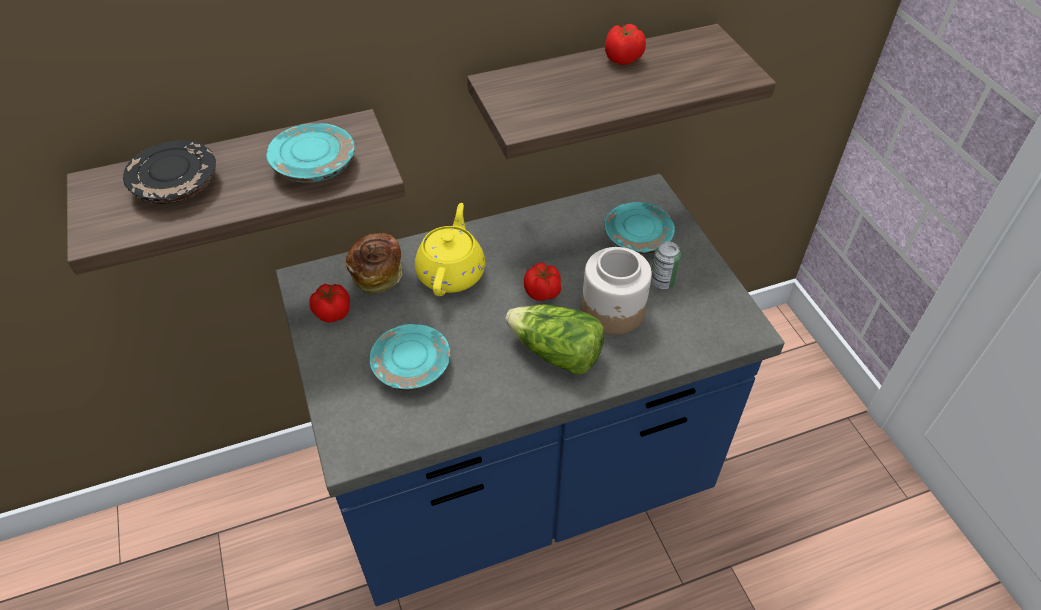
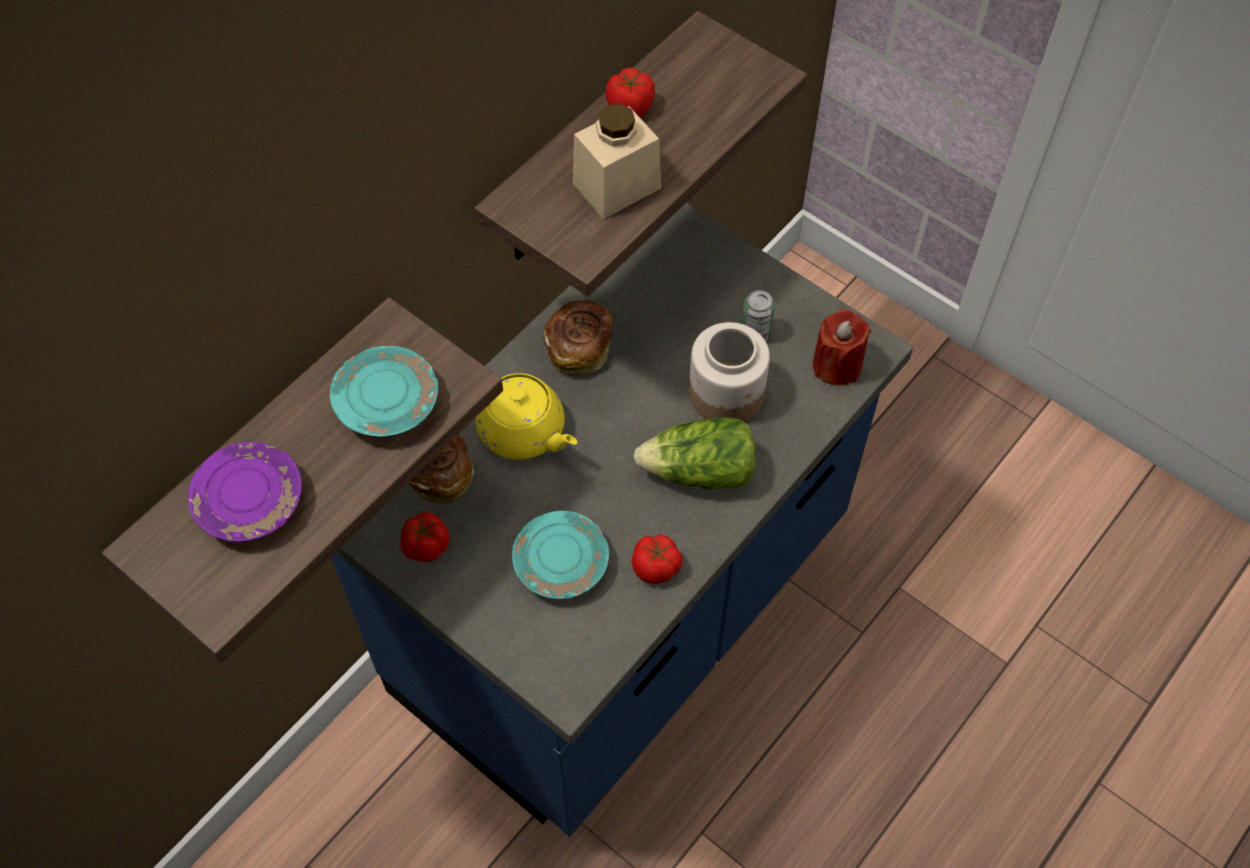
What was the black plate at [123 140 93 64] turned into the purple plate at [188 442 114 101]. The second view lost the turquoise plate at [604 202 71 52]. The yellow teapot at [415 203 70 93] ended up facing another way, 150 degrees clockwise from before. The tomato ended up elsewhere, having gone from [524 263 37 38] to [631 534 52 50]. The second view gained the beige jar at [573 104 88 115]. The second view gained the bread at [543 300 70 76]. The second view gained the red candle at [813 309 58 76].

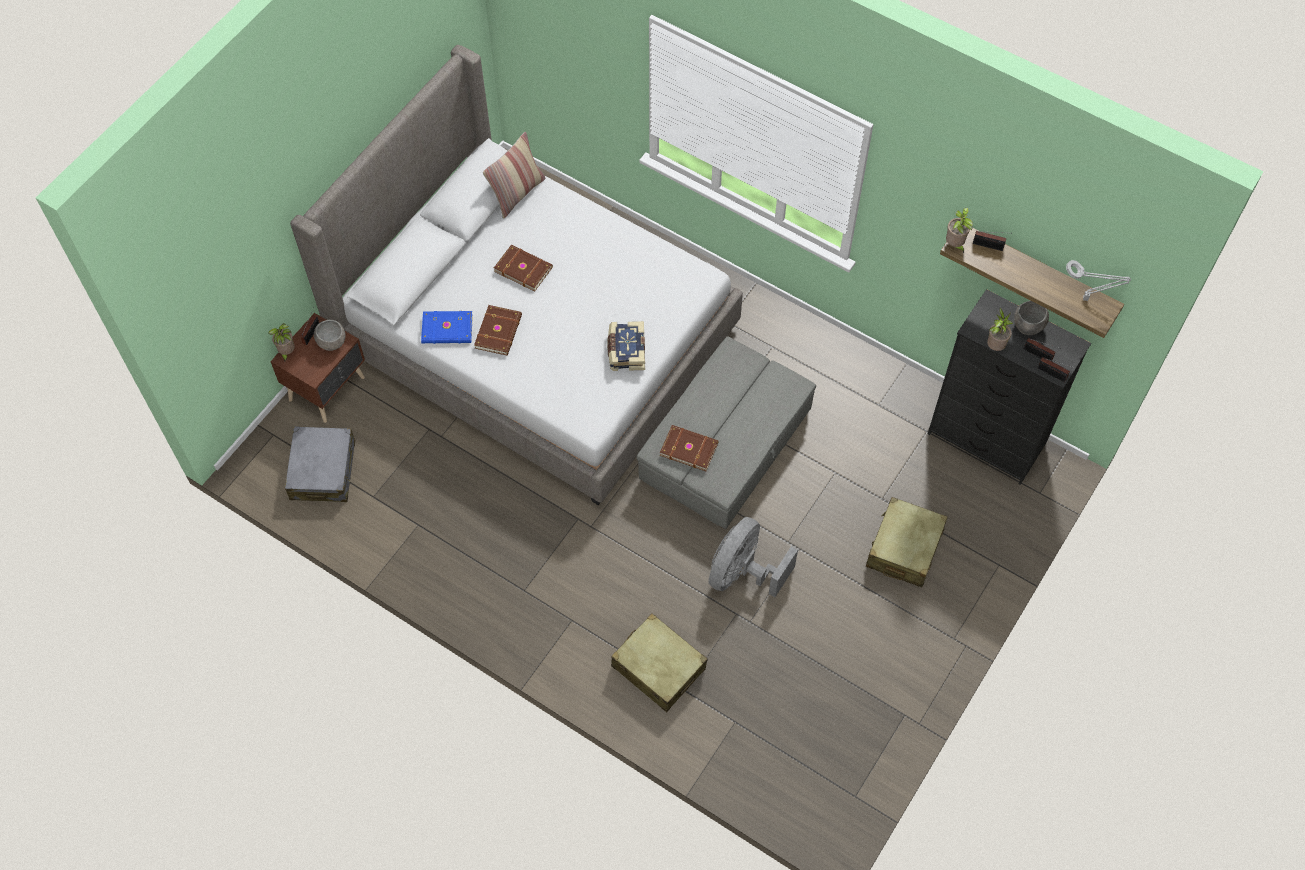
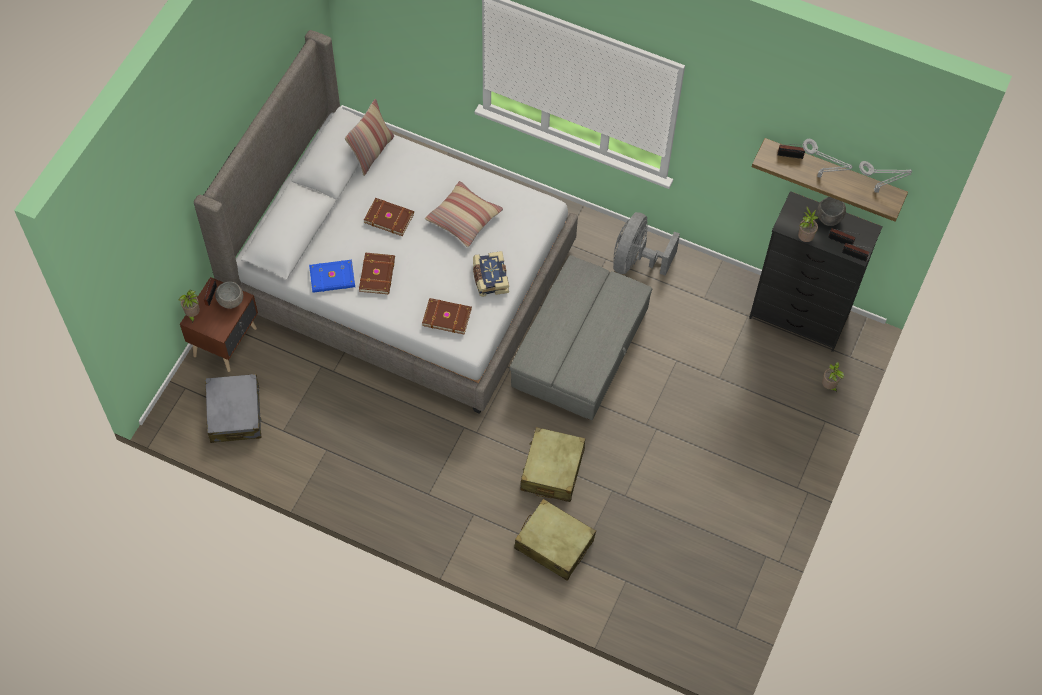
The potted plant ended up elsewhere, having gone from [946 208 27 45] to [822 362 22 30]. The brown book ended up elsewhere, having gone from [660 425 59 46] to [422 298 50 36]. The beige suitcase ended up elsewhere, having gone from [866 497 82 90] to [521 427 64 75]. The grey fan ended up elsewhere, having gone from [708 517 90 80] to [613 212 67 64]. The second view gained the grey table lamp at [803 139 50 39]. The second view gained the pillow at [425 181 78 66].

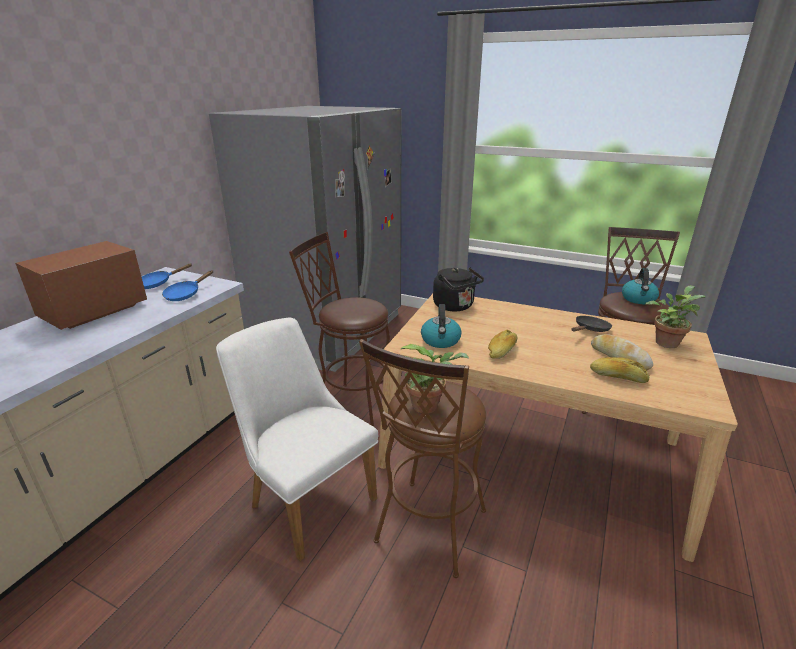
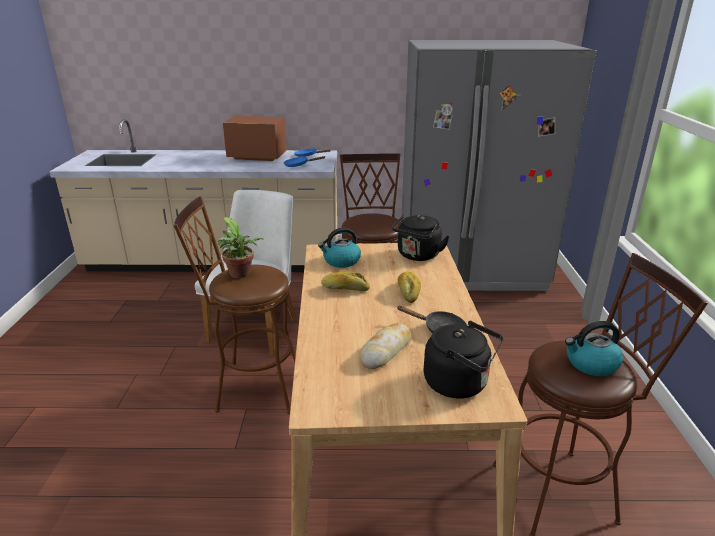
Where the potted plant stood at [646 285 59 63], the black kettle came to stand at [424 321 79 77]. The bread ended up elsewhere, having gone from [590 357 59 26] to [398 271 23 32].

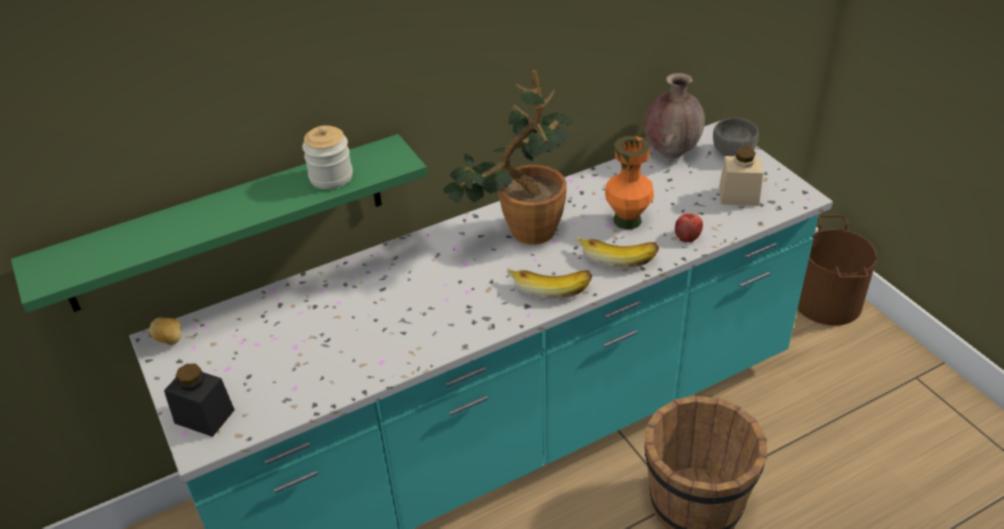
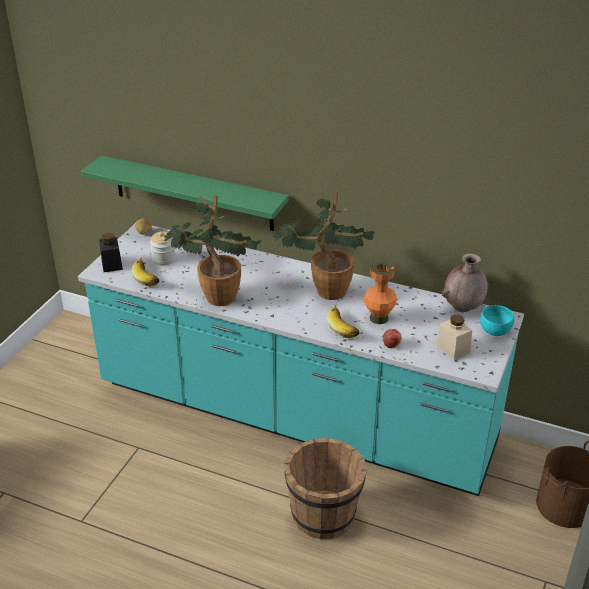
What was the grey bowl at [713 118 46 38] turned into the turquoise bowl at [480 305 34 31]. The jar ended up elsewhere, having gone from [302 125 51 64] to [150 231 26 35]. The banana ended up elsewhere, having gone from [507 268 85 32] to [132 257 28 30]. The second view gained the potted plant at [164 196 97 110].

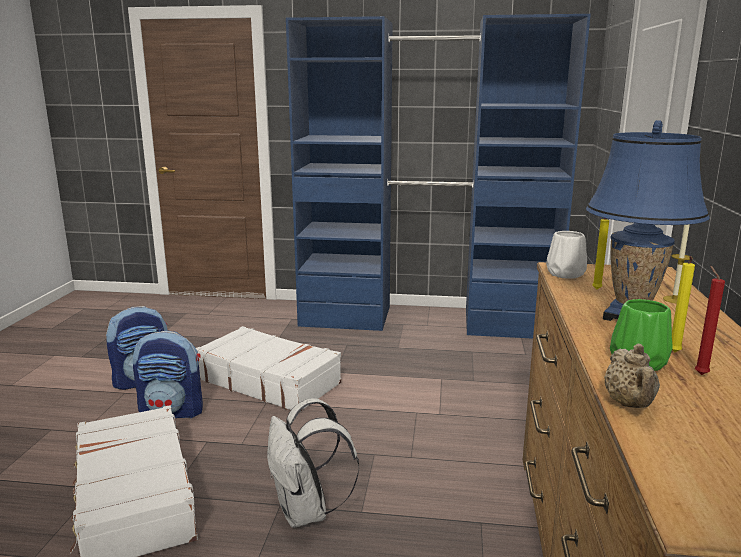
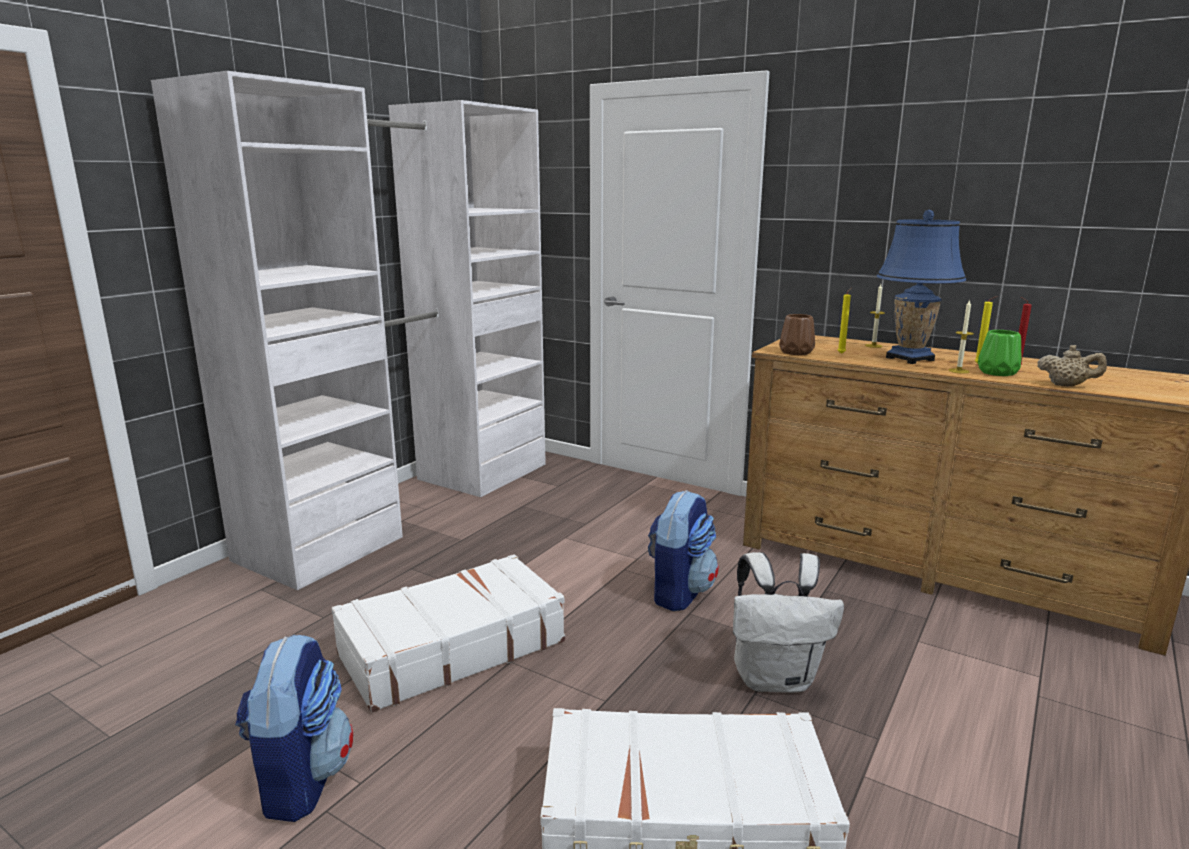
What was the blue wardrobe at [286 14 305 325] turned into the white wardrobe at [151 71 395 519]. What was the white vase at [546 231 41 48] turned into the brown vase at [779 314 36 41]. The backpack ended up elsewhere, having gone from [133 330 70 88] to [648 490 71 121]. The second view gained the candle at [949 300 25 74].

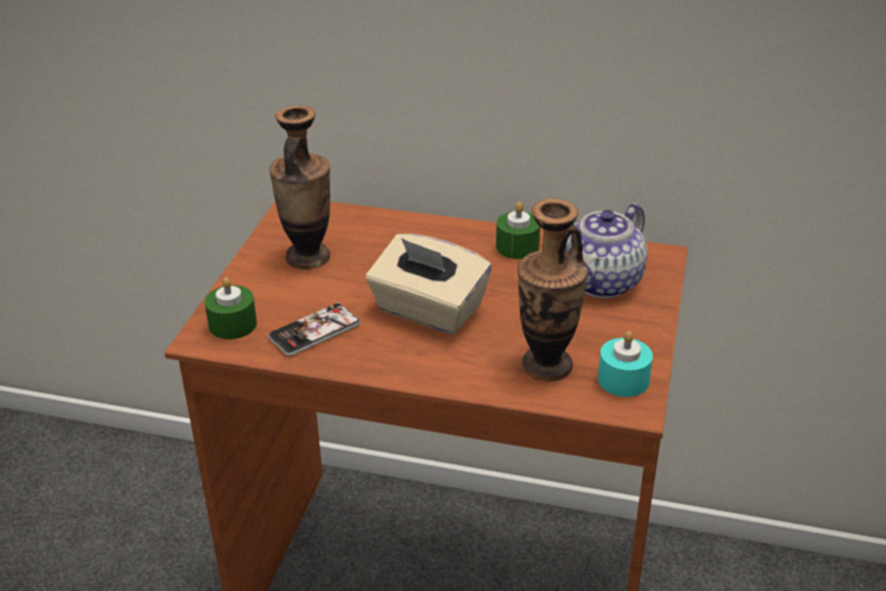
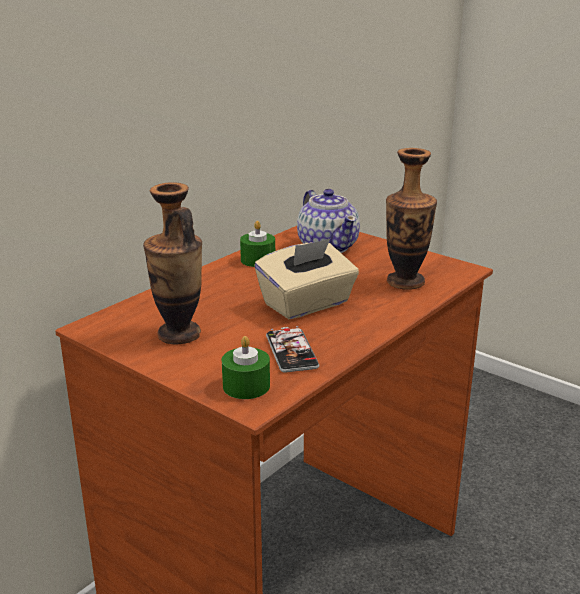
The second view lost the turquoise candle at [598 331 55 66].

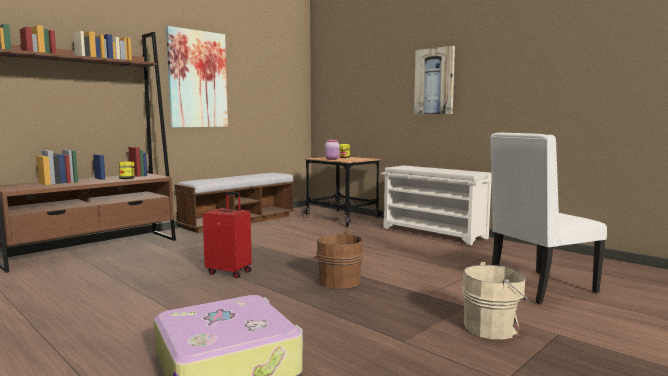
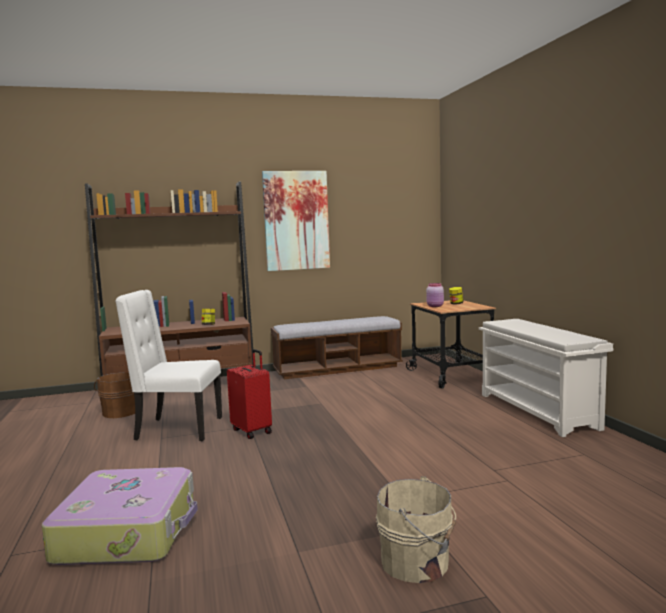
The second view lost the picture at [414 46 41 68]. The white chair ended up elsewhere, having gone from [490 133 117 171] to [115 290 107 151]. The brown bucket ended up elsewhere, having gone from [314 231 49 58] to [94 372 41 46].

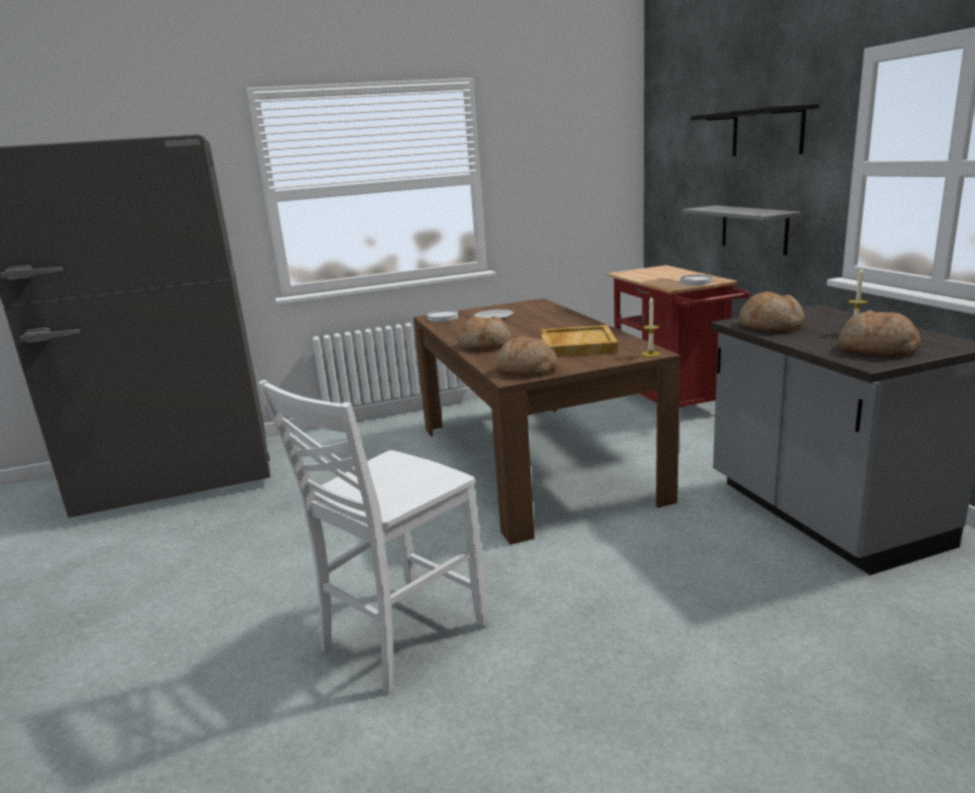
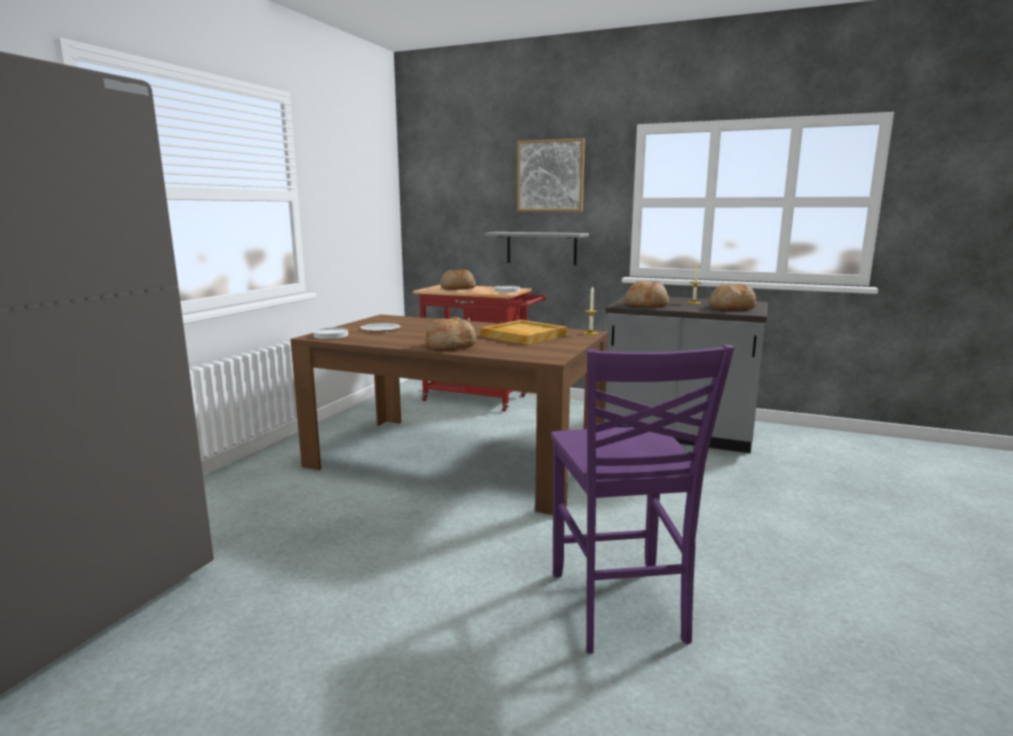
Where the black shelf hung at [690 103 129 53], the picture came to hang at [517 138 68 73]. The bread ended up elsewhere, having gone from [495 336 63 40] to [440 269 36 21]. What was the white chair at [258 380 231 314] turned into the purple chair at [551 345 183 308].

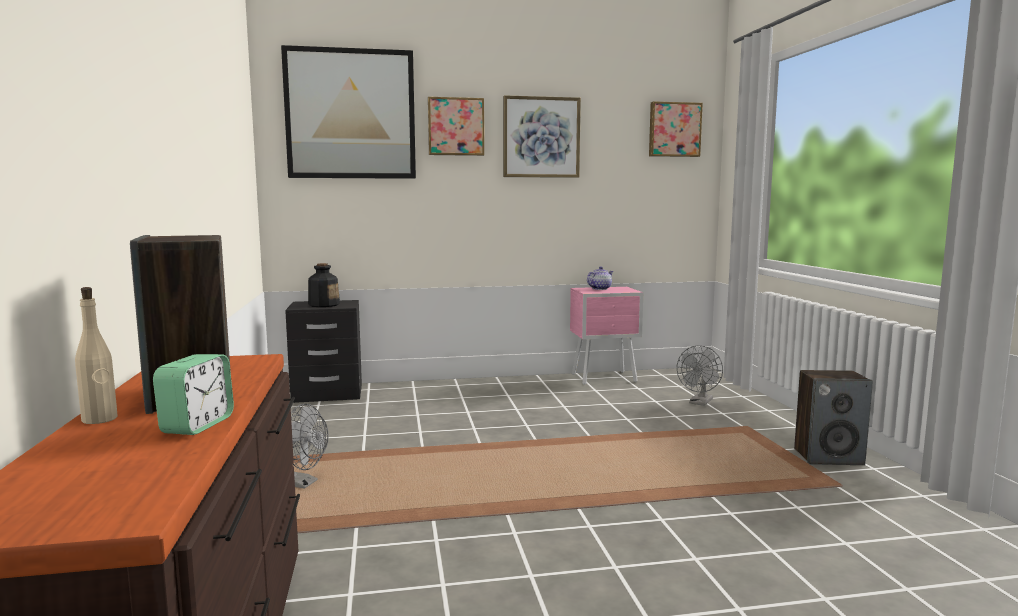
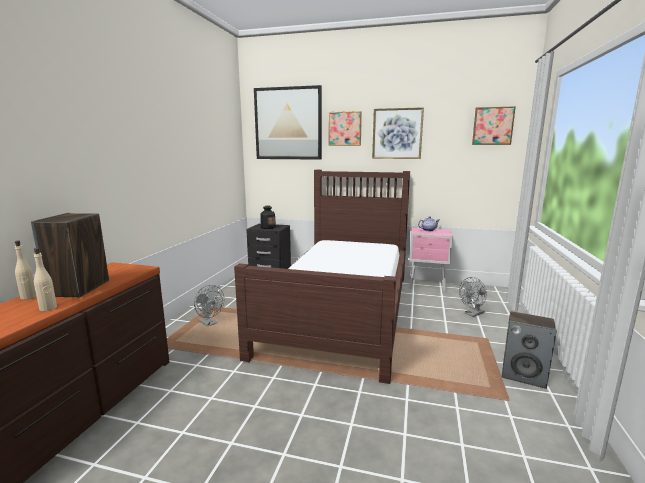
Where the alarm clock stood at [153 354 81 81], the beige bottle came to stand at [34 248 23 63]. The second view gained the brown bed at [234 170 176 214].

